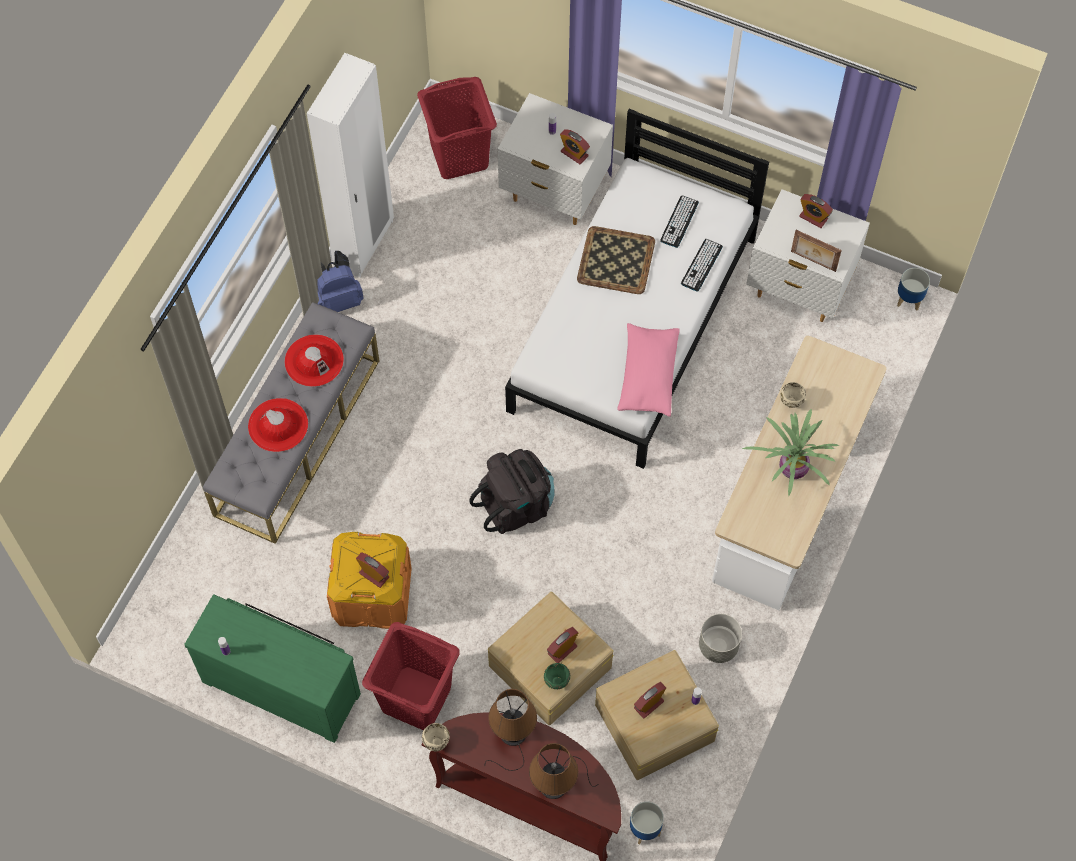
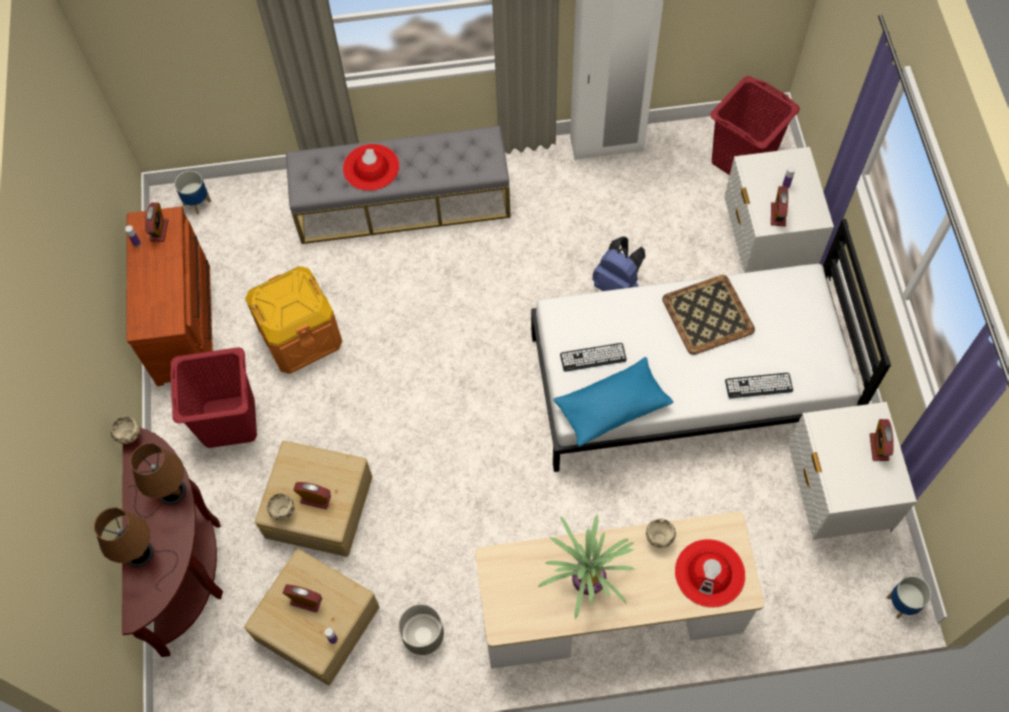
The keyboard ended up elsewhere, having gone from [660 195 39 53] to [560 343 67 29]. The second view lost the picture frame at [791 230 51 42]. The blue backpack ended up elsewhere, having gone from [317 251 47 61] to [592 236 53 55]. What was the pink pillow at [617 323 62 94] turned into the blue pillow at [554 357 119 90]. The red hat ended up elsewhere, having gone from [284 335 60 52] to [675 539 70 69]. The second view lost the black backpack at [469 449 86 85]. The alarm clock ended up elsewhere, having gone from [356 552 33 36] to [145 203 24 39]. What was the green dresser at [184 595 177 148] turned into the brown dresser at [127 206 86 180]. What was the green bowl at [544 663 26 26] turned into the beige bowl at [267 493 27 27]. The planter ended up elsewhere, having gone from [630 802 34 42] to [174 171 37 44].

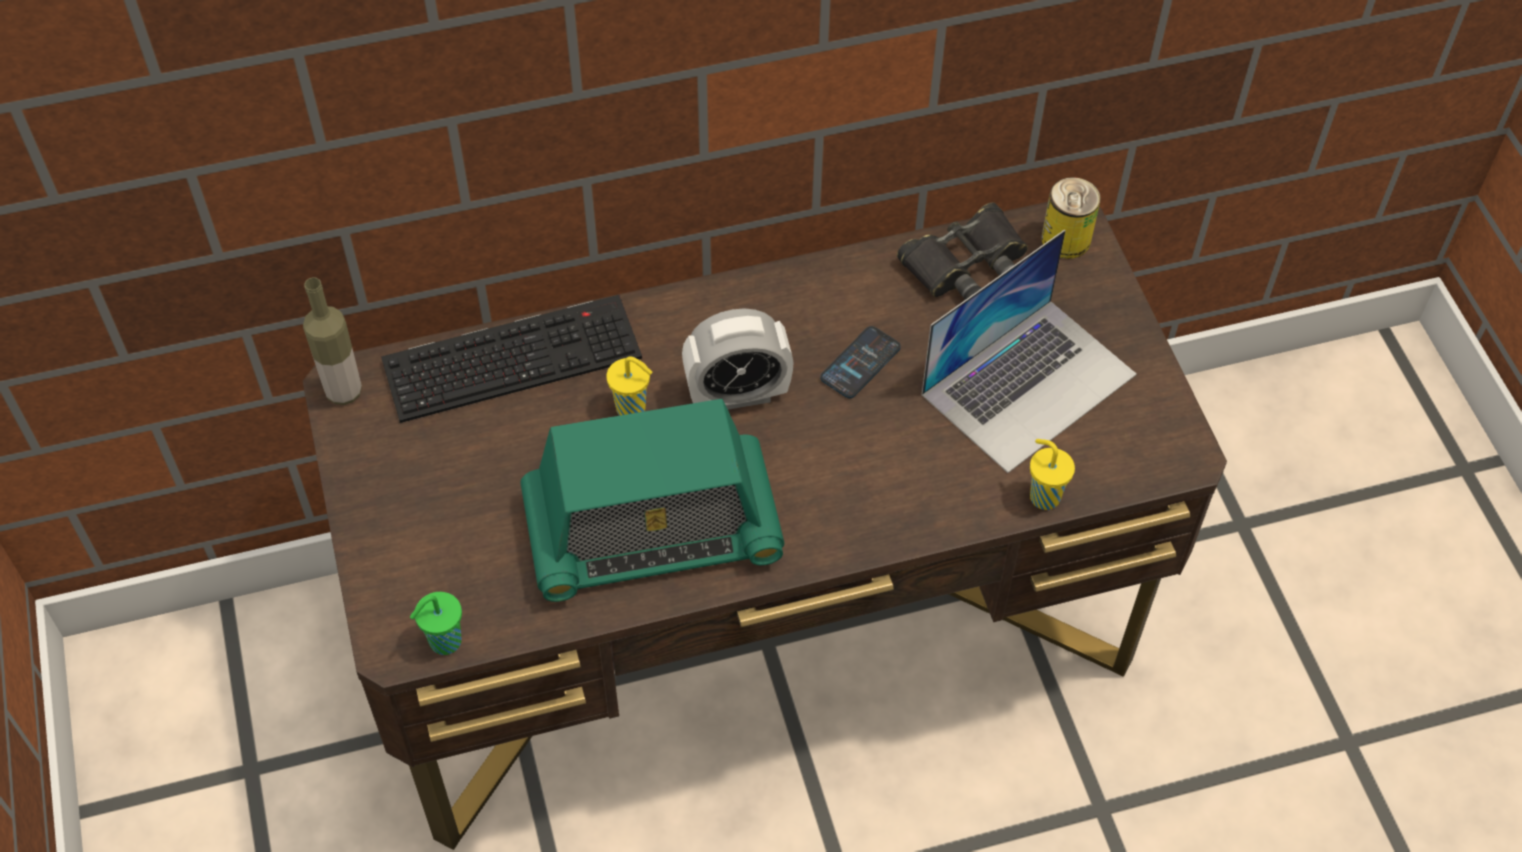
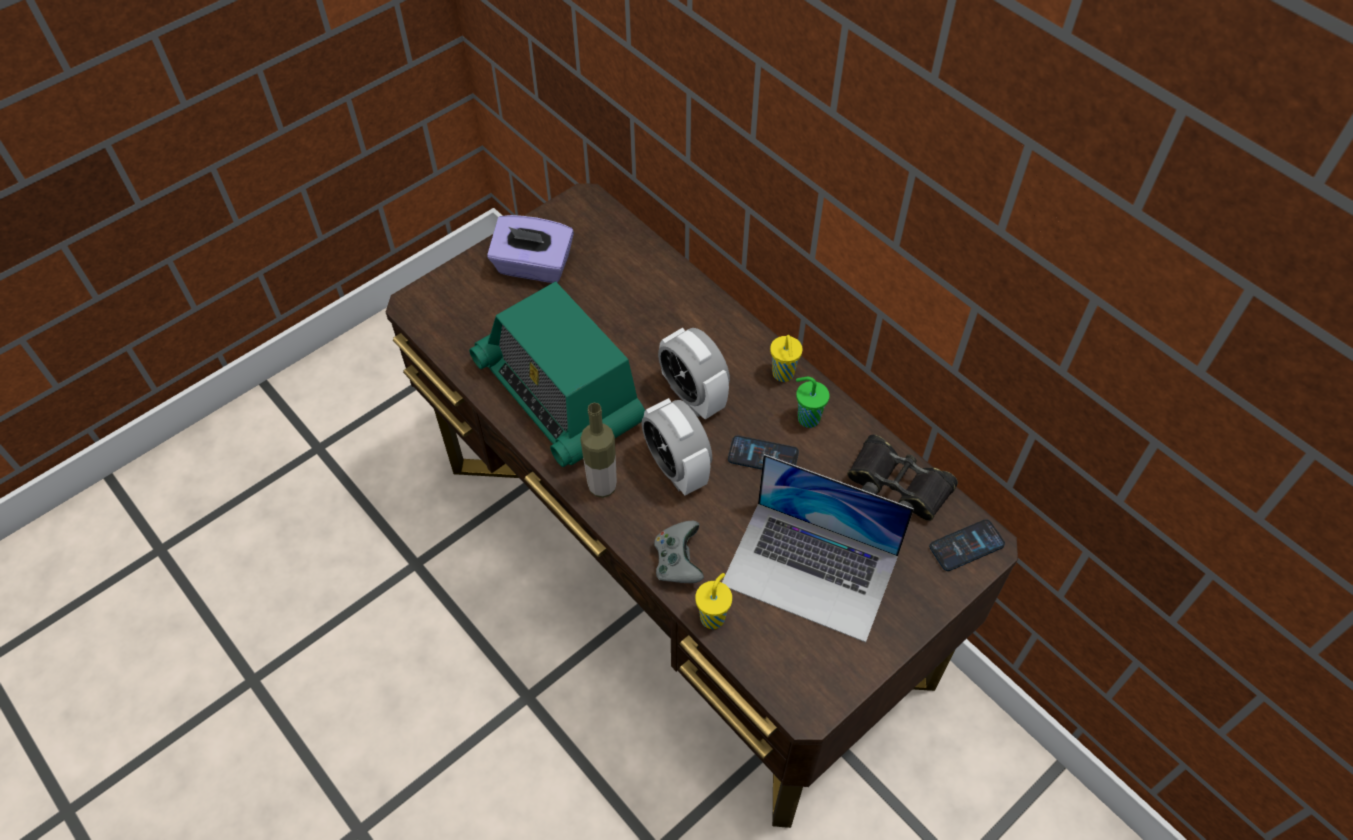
Where the can stood at [1041 177 60 82], the phone came to stand at [929 519 76 52]. The bottle ended up elsewhere, having gone from [303 277 59 128] to [580 403 37 95]. The second view lost the keyboard at [381 295 261 128]. The yellow cup ended up elsewhere, having gone from [606 357 46 58] to [770 335 33 47]. The green cup ended up elsewhere, having gone from [410 592 52 63] to [796 377 34 51]. The second view gained the purple tissue box at [487 215 87 68]. The second view gained the alarm clock at [642 398 70 98]. The second view gained the grey game controller at [654 521 50 62].

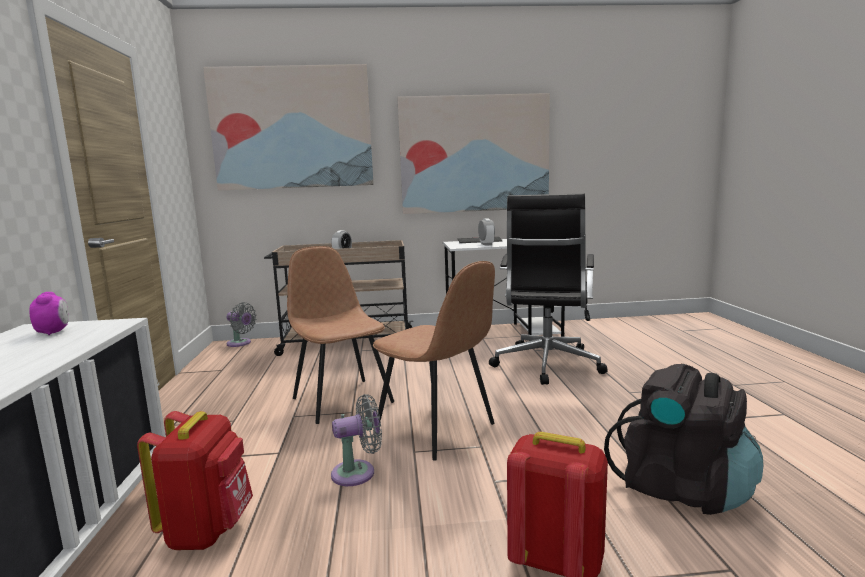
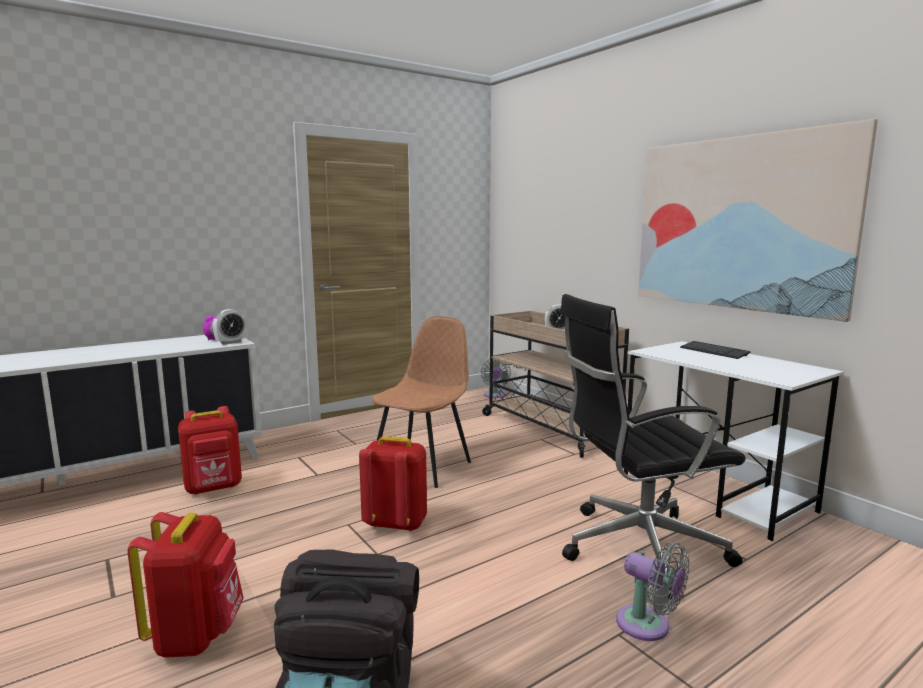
The second view lost the picture at [203 64 171 127]. The alarm clock ended up elsewhere, having gone from [478 218 17 28] to [213 309 33 35]. Where the brown chair stood at [373 261 122 200], the red backpack came to stand at [359 436 68 96]. The grey fan ended up elsewhere, having gone from [331 394 51 92] to [616 542 74 99].

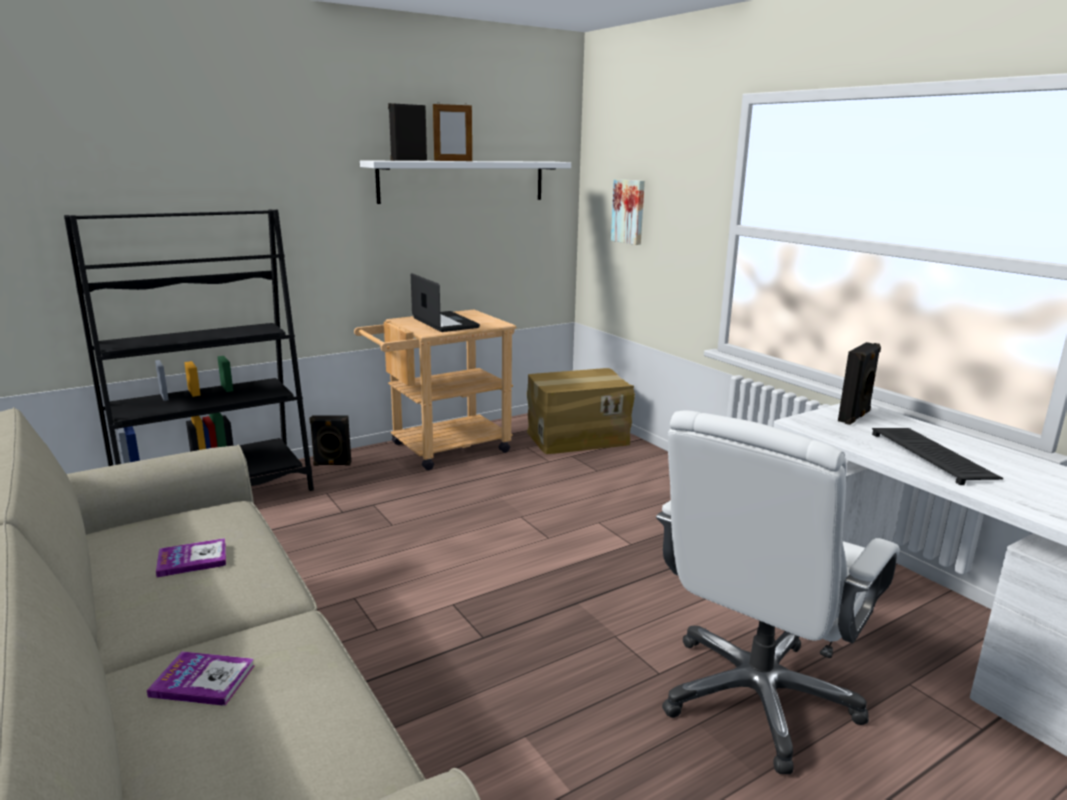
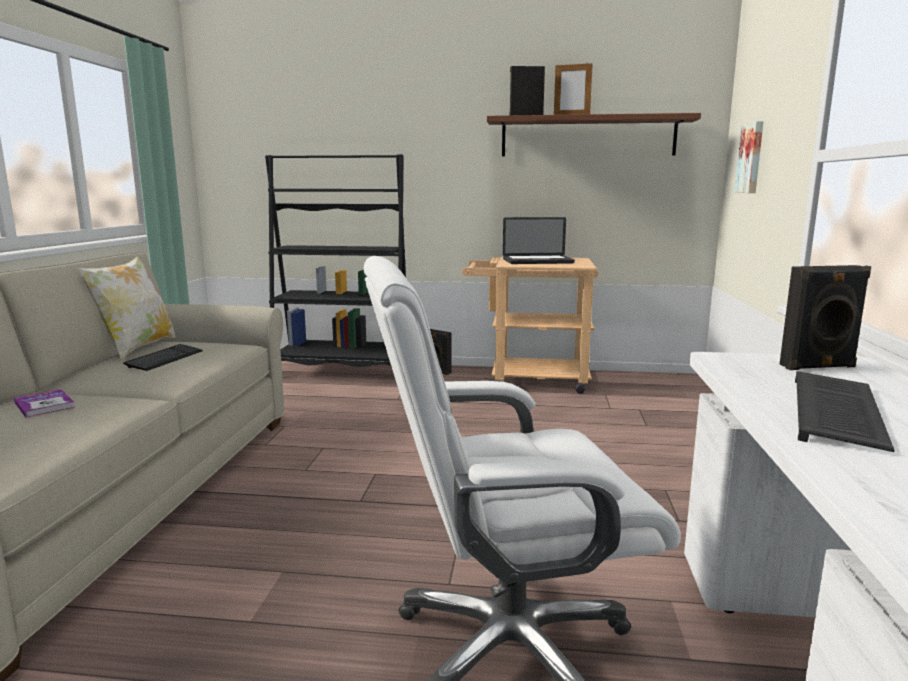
What was the white shelf at [360 160 211 44] turned into the brown shelf at [487 113 214 43]. The laptop at [411 273 69 59] ended up facing another way, 75 degrees clockwise from before. The second view lost the cardboard box at [527 368 108 86]. Where the book stood at [156 538 70 39], the keyboard came to stand at [123 344 80 27]. The second view gained the pillow at [78 256 98 104].

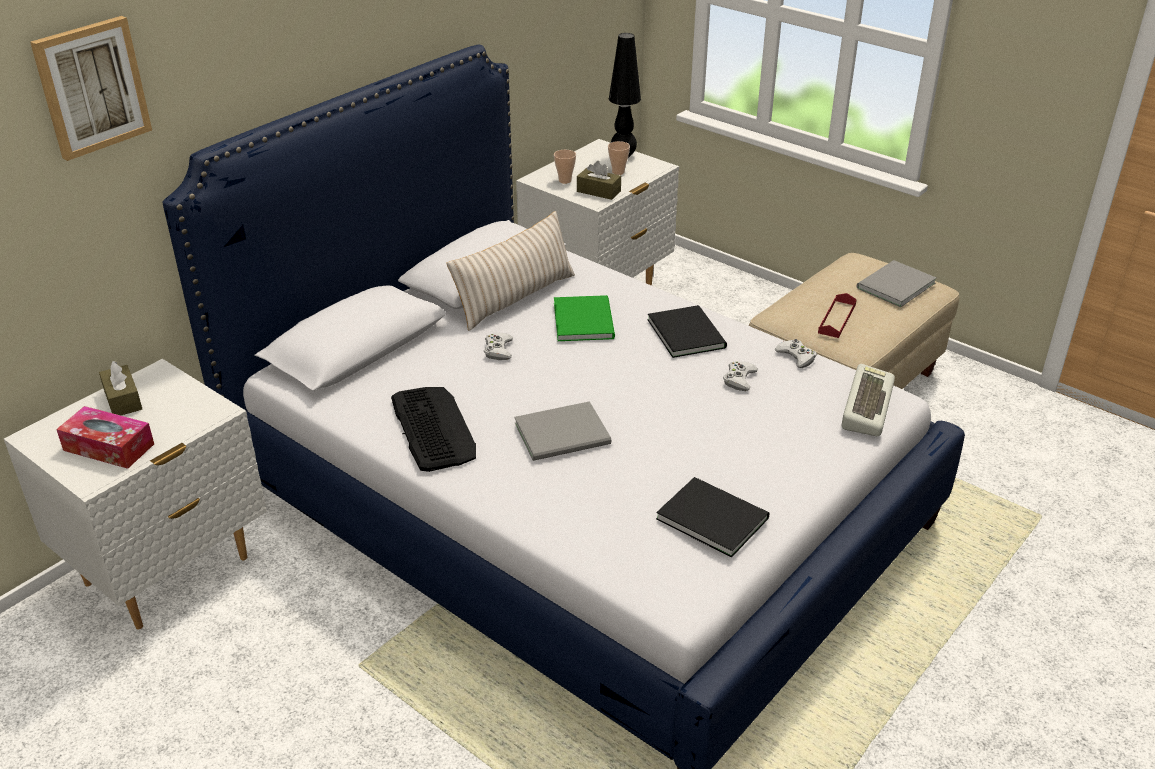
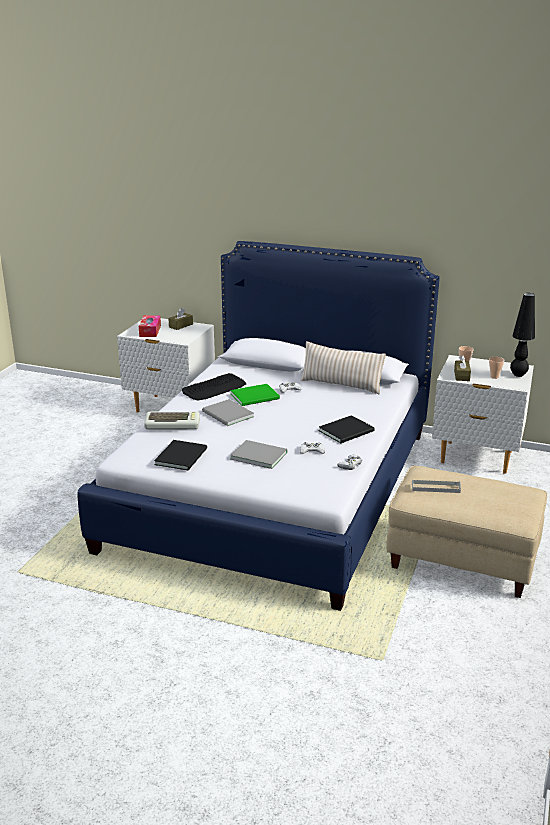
The second view lost the picture at [30 16 122 145]. The grey book ended up elsewhere, having gone from [857 260 80 47] to [230 440 58 29]. What was the red tray at [818 293 39 45] turned into the grey tray at [412 479 49 14]. The green book ended up elsewhere, having gone from [554 295 61 46] to [230 384 50 22]. The keyboard ended up elsewhere, having gone from [842 364 53 72] to [144 412 56 17].

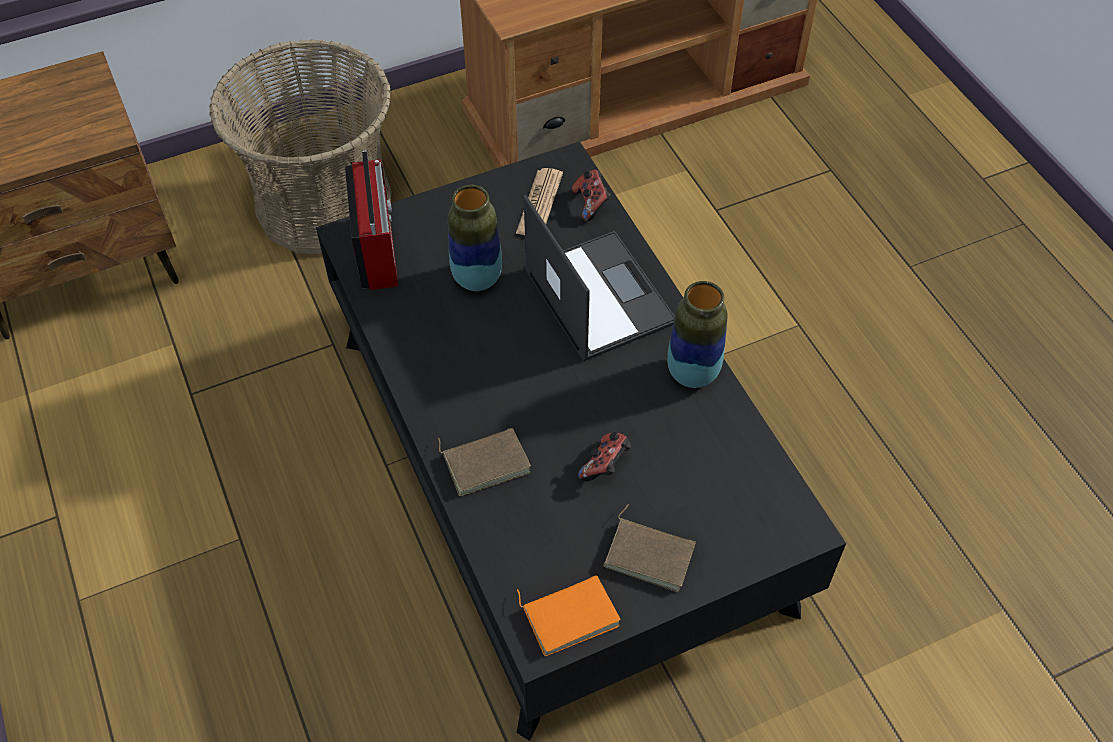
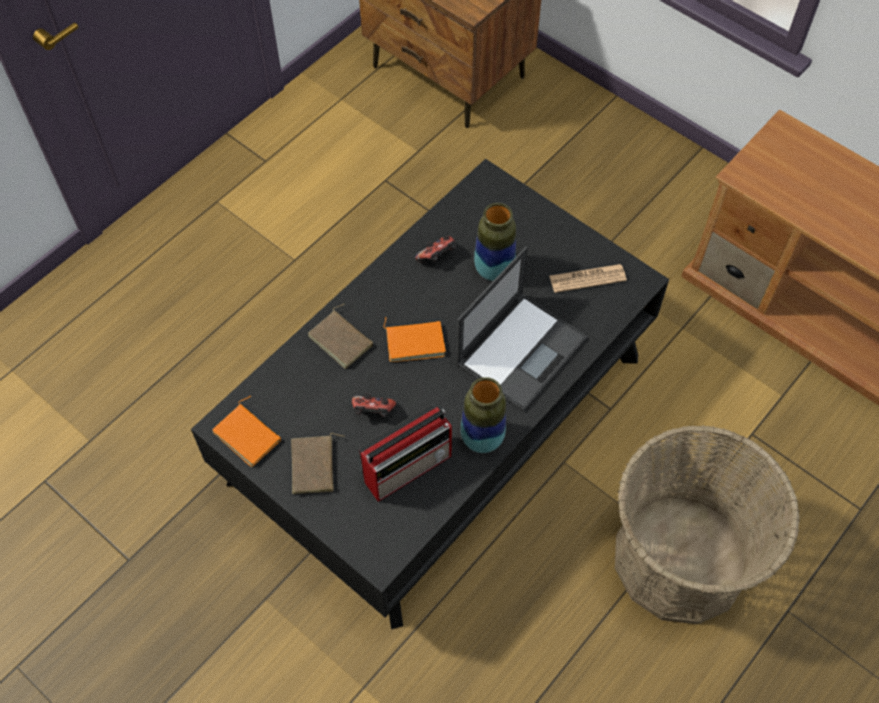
The basket ended up elsewhere, having gone from [209 39 183 215] to [615 425 185 199]. The radio ended up elsewhere, having gone from [345 150 53 140] to [359 404 93 98]. The game controller ended up elsewhere, having gone from [572 170 39 51] to [415 235 41 28]. The second view gained the orange book at [384 317 62 45].

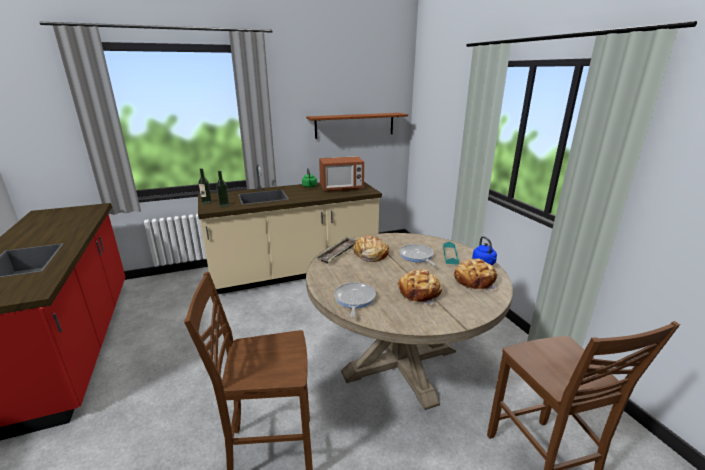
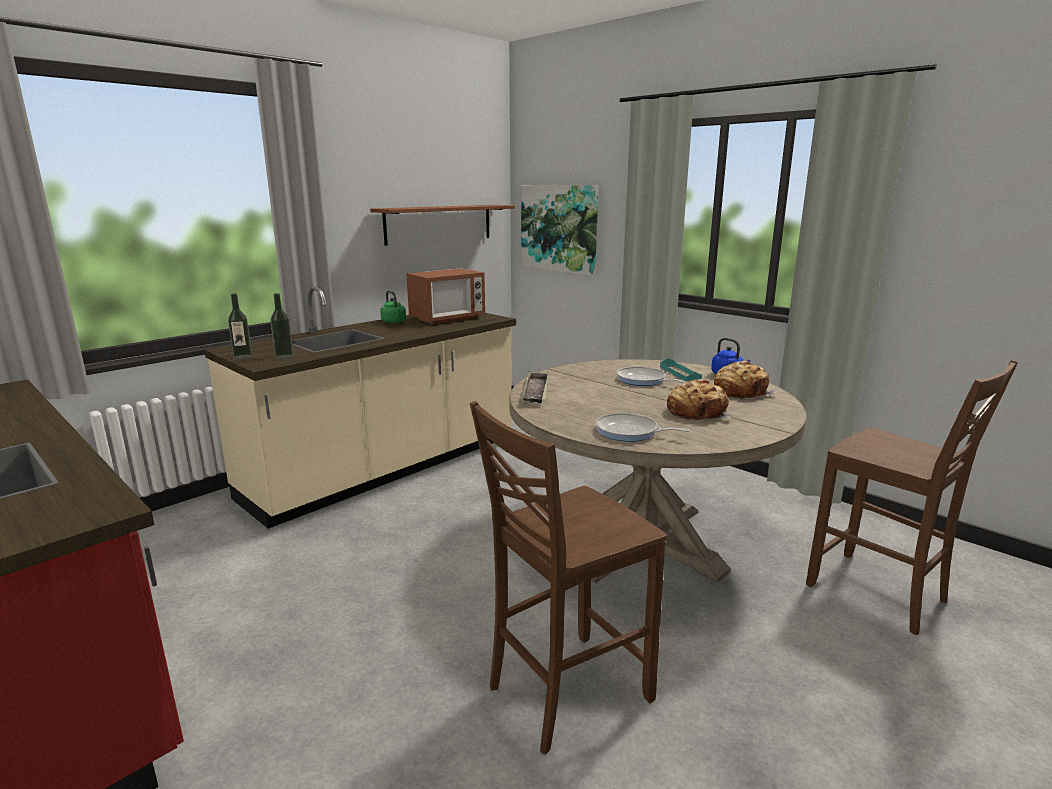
The second view lost the bread at [353 235 36 27]. The frying pan at [334 282 42 35] ended up facing another way, 45 degrees counterclockwise from before. The second view gained the picture at [521 185 77 90].

